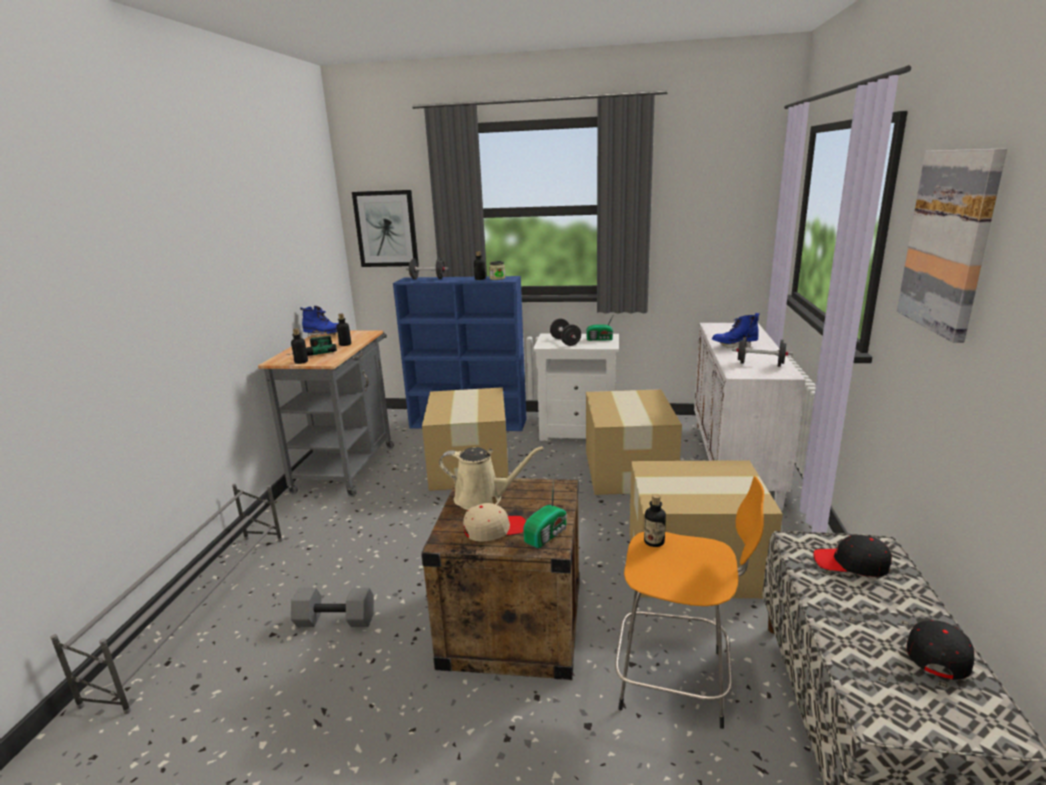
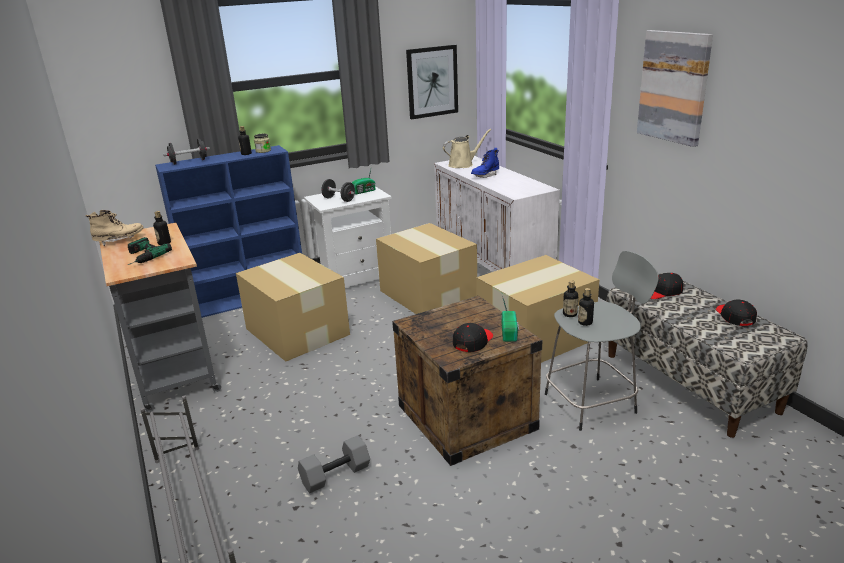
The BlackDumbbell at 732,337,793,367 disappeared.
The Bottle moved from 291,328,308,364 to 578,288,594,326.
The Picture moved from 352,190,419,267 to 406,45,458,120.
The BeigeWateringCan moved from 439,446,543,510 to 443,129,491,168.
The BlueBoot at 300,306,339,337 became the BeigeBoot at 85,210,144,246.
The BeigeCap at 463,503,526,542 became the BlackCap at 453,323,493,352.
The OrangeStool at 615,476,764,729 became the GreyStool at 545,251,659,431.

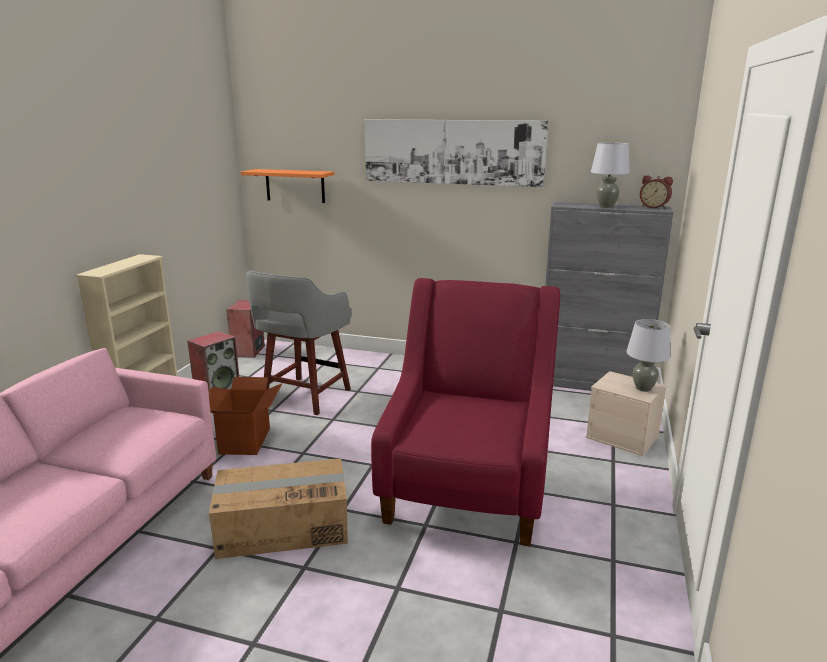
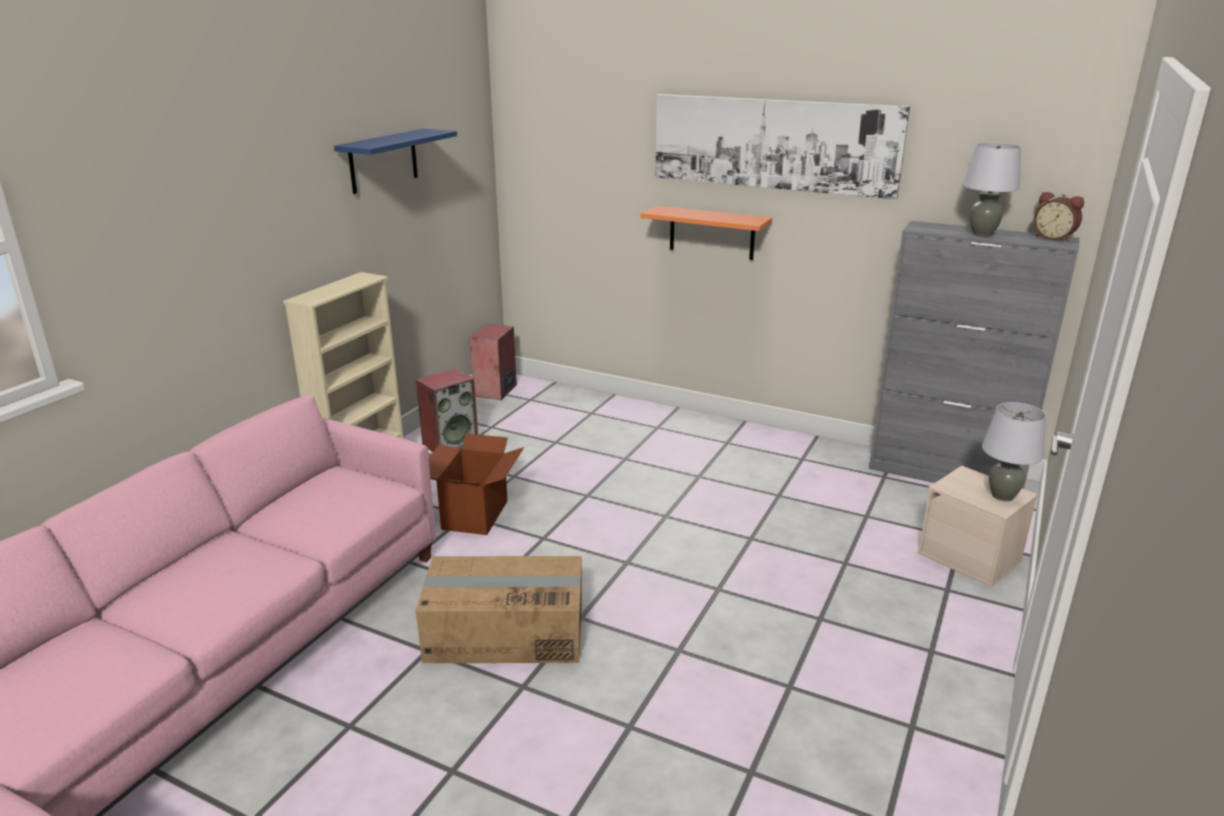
The GreyStool at 246,270,352,415 disappeared.
The RedArmchair at 371,278,560,546 disappeared.
The BlueShelf at 334,129,457,194 appeared.
The OrangeShelf moved from 241,169,335,203 to 640,206,772,260.

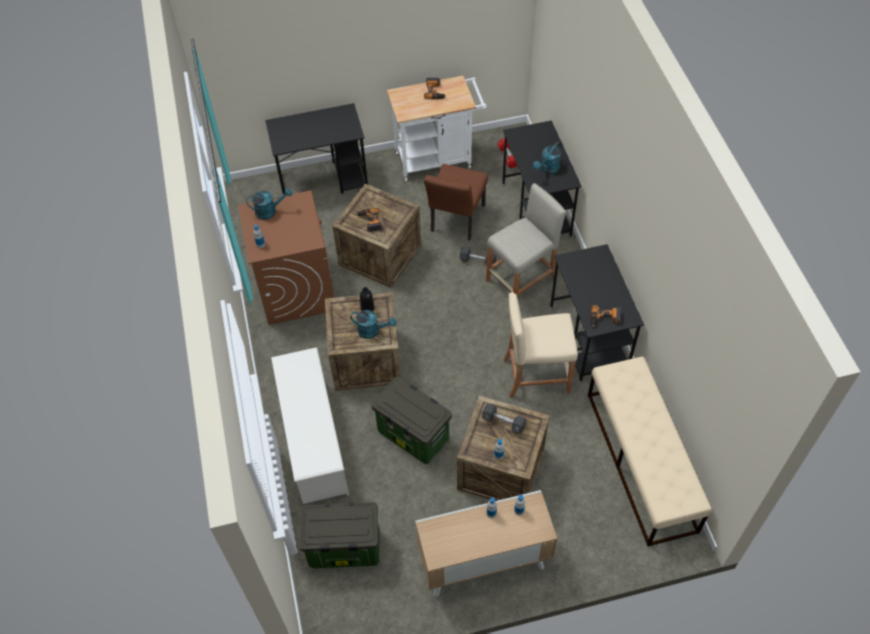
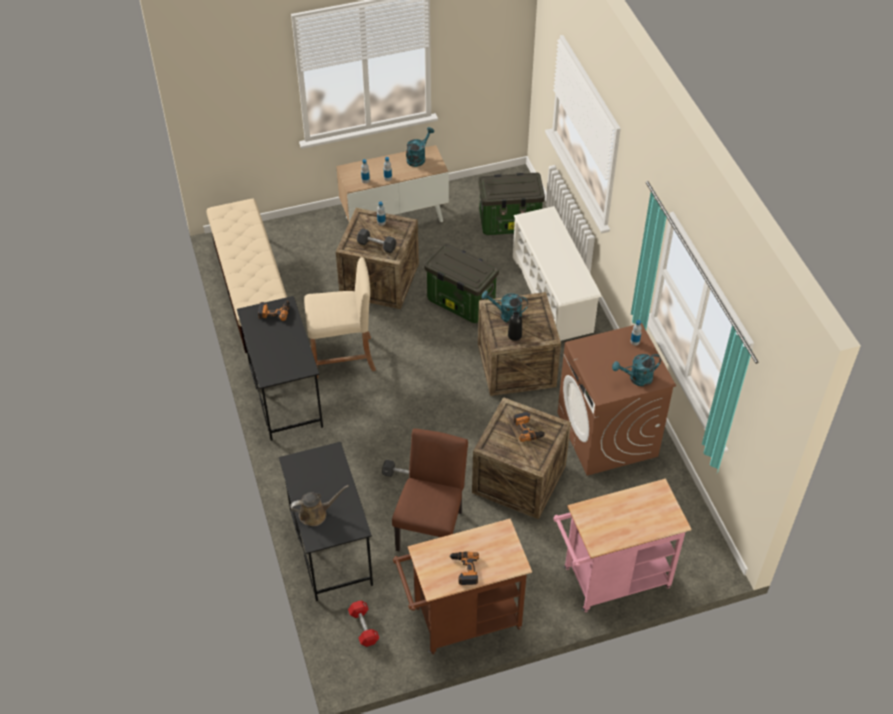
The BeigeStool at 486,183,566,299 disappeared.
The BrownWateringCan at 290,485,349,526 appeared.
The TurquoiseWateringCan moved from 533,142,561,174 to 406,127,434,167.
The BlackDesk at 265,103,368,194 was replaced by the PinkCart at 553,479,691,612.
The WhiteCart at 387,76,487,182 became the BrownCart at 393,519,532,654.

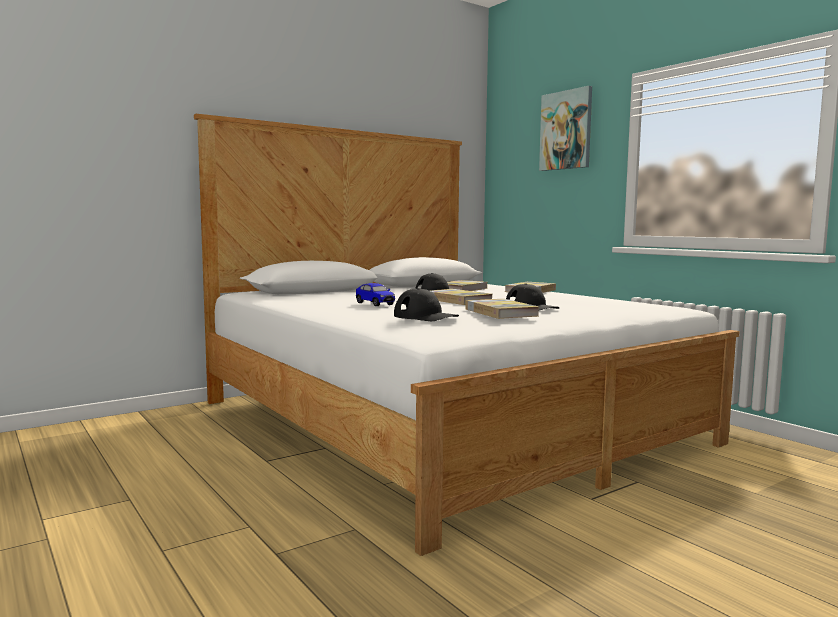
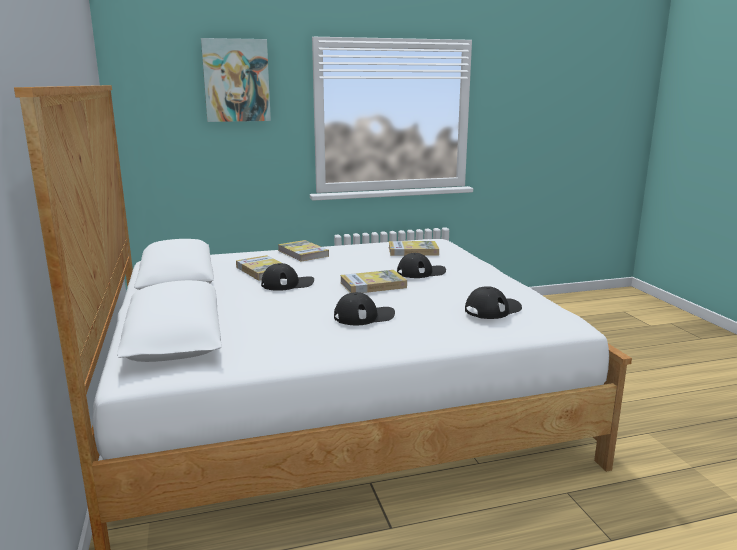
The Book moved from 465,299,539,319 to 388,241,439,256.
The ToyCar at 356,283,395,306 was replaced by the BlackCap at 334,292,395,325.

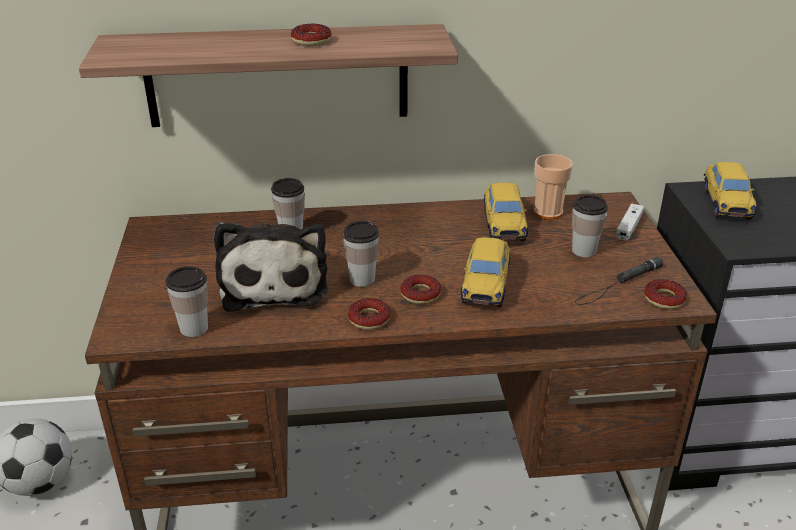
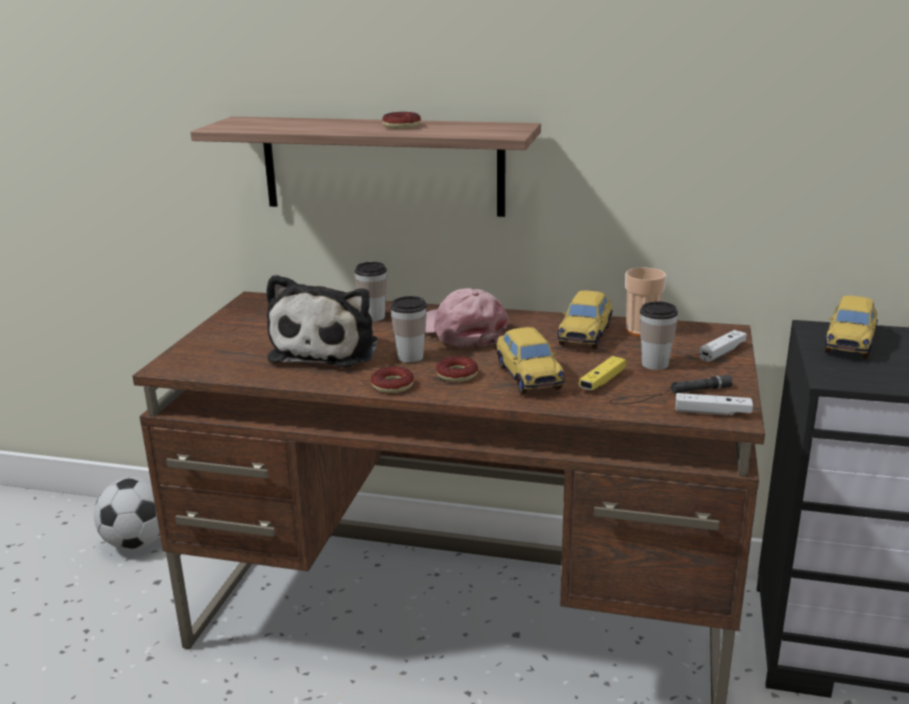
The Cup at 165,266,208,337 disappeared.
The PinkCap at 425,288,509,348 appeared.
The YellowGameController at 579,356,626,390 appeared.
The Donut at 644,279,687,309 was replaced by the WhiteGameController at 675,393,753,416.
The ToyCar at 461,237,511,308 turned 45 degrees counterclockwise.

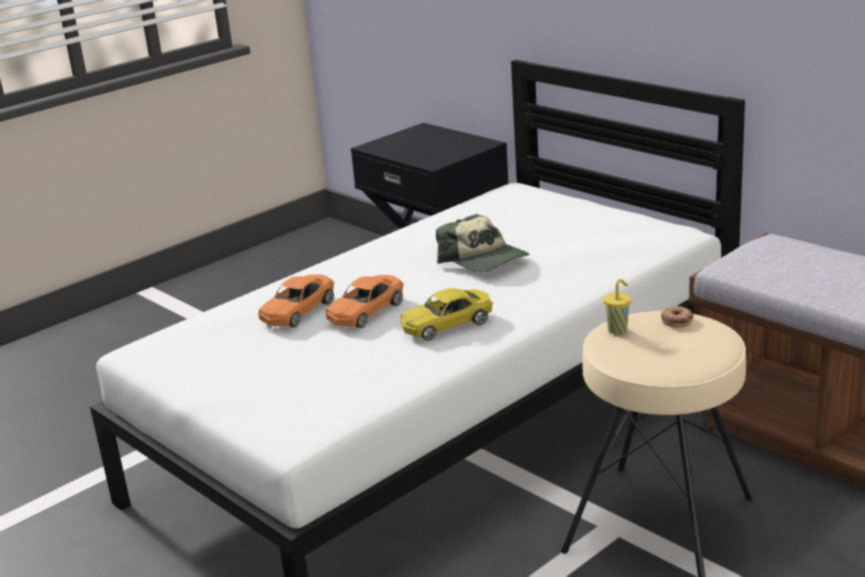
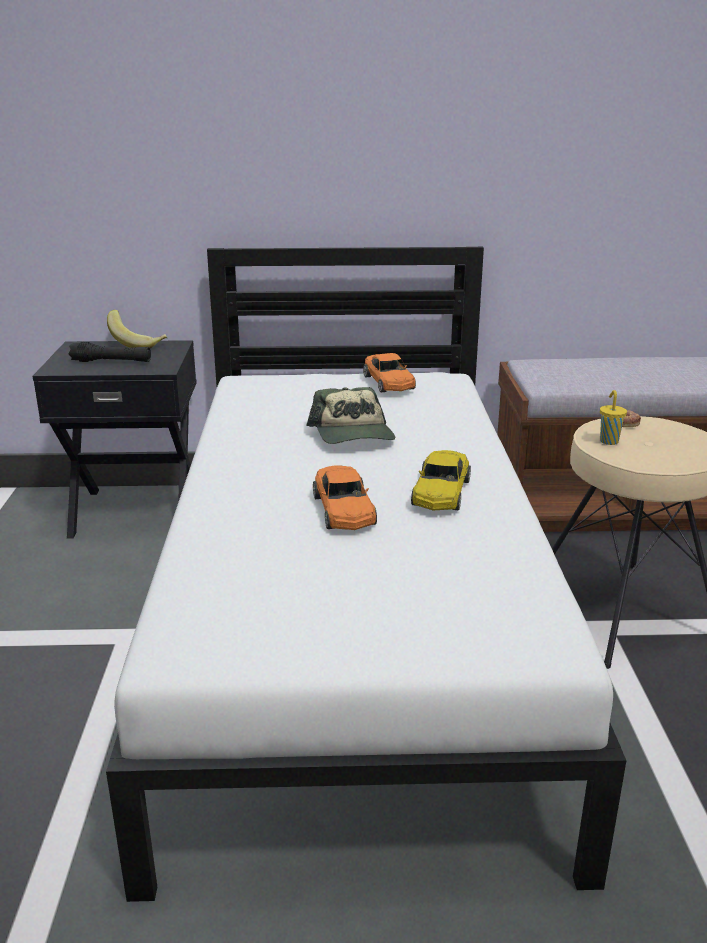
The BlackFlashlight at 68,342,151,362 appeared.
The Banana at 107,310,168,348 appeared.
The OrangeToyCar moved from 258,274,334,327 to 363,353,416,392.
The Cap at 436,214,529,272 turned 75 degrees clockwise.

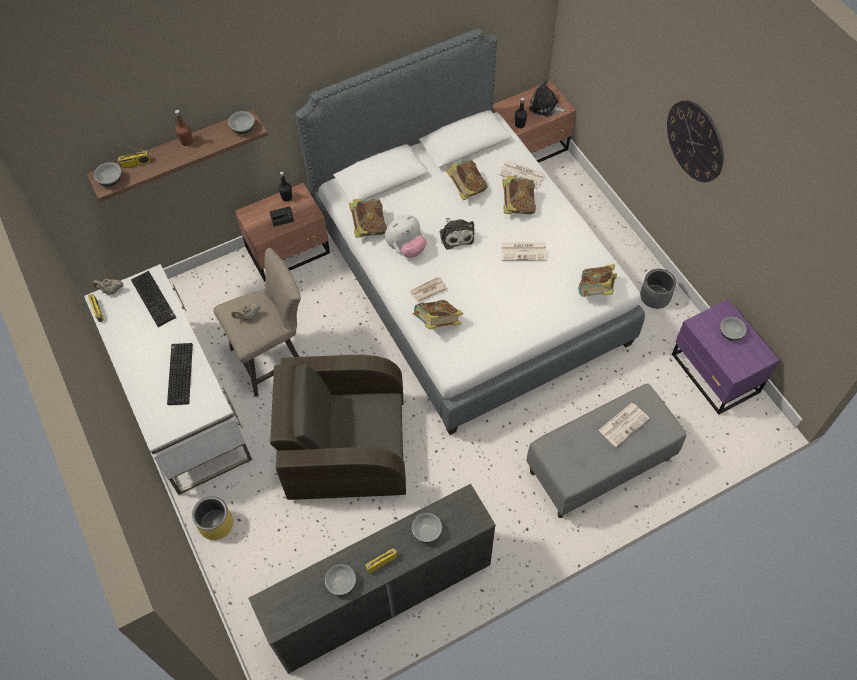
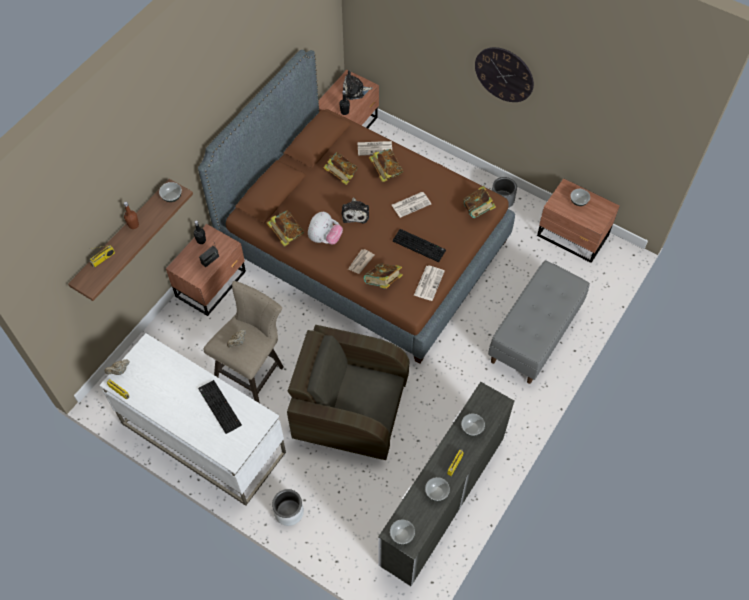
The Bowl moved from 94,162,121,186 to 390,519,415,544.
The Keyboard moved from 131,271,176,327 to 393,229,446,262.
The Newspaper moved from 598,403,650,447 to 414,266,445,301.
The YellowPlanter at 192,496,233,540 became the GreyPlanter at 272,489,304,526.
The WhiteBed at 295,29,645,435 became the BrownBed at 198,50,515,364.
The PurpleNightstand at 672,299,780,415 became the BrownNightstand at 537,178,620,263.
The BrownArmchair at 270,355,406,500 turned 45 degrees clockwise.
The PlushToy at 440,218,474,250 turned 45 degrees clockwise.

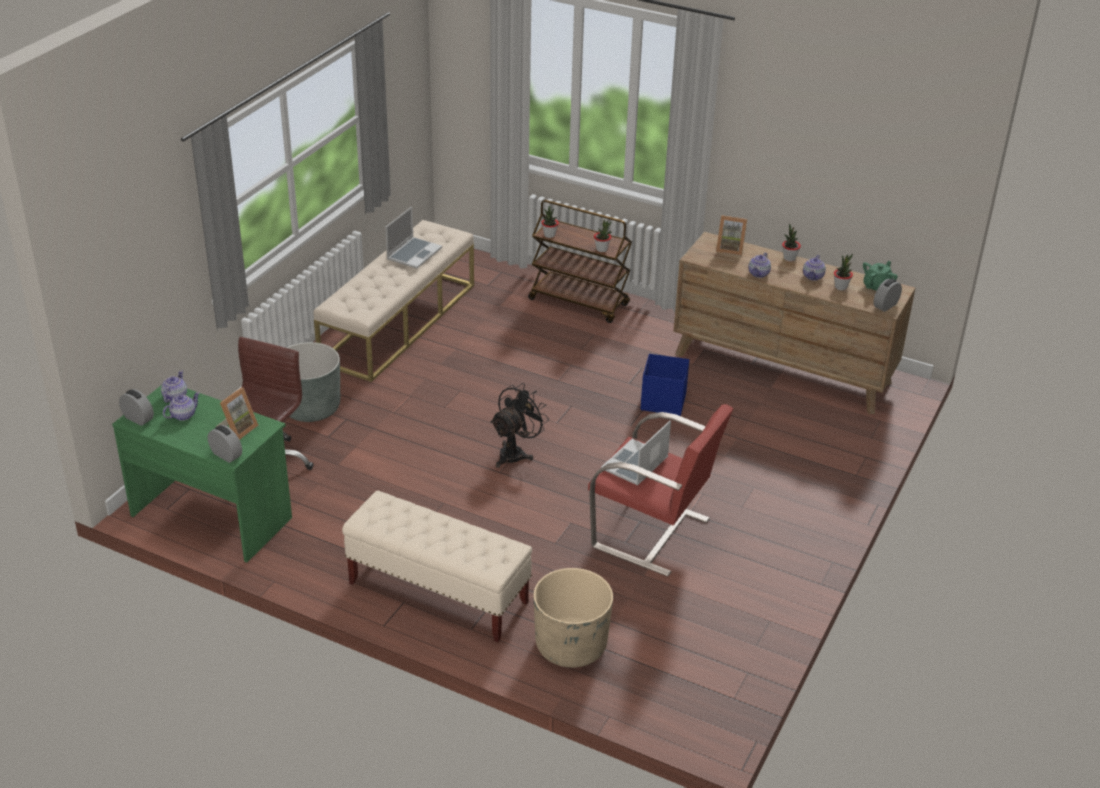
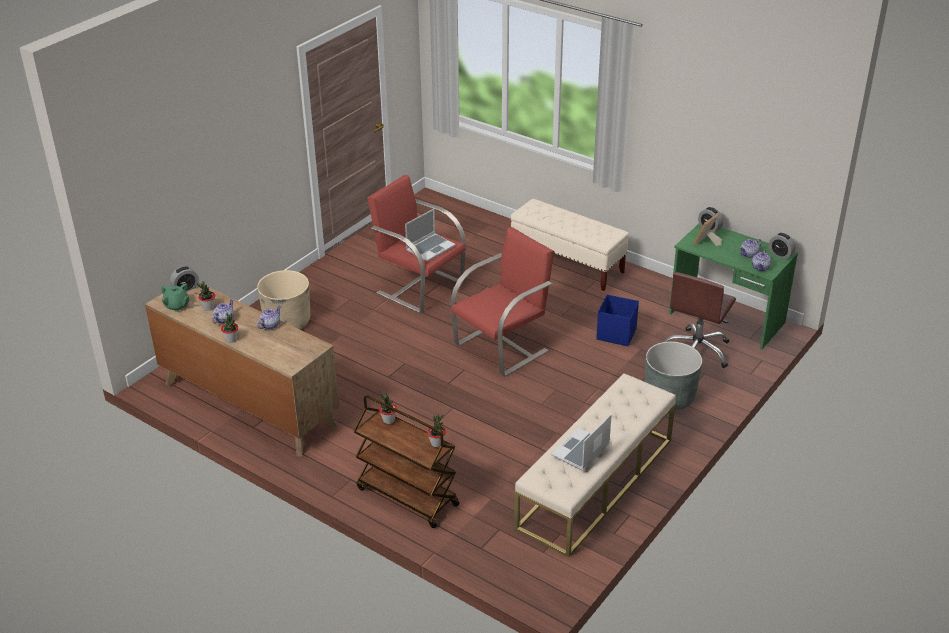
The PictureFrame at 716,215,747,256 disappeared.
The BeigePlanter moved from 533,568,613,668 to 257,270,310,330.
The BlueStorageBox moved from 640,354,689,416 to 596,294,639,346.
The BlackFan at 490,383,549,468 was replaced by the RedArmchair at 451,227,554,377.
The GreenTeapot at 863,261,898,291 turned 105 degrees counterclockwise.

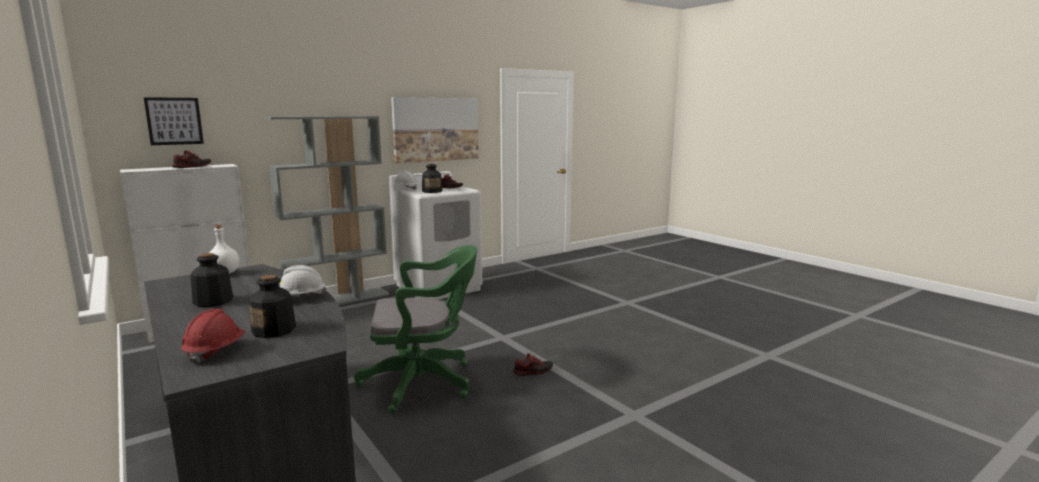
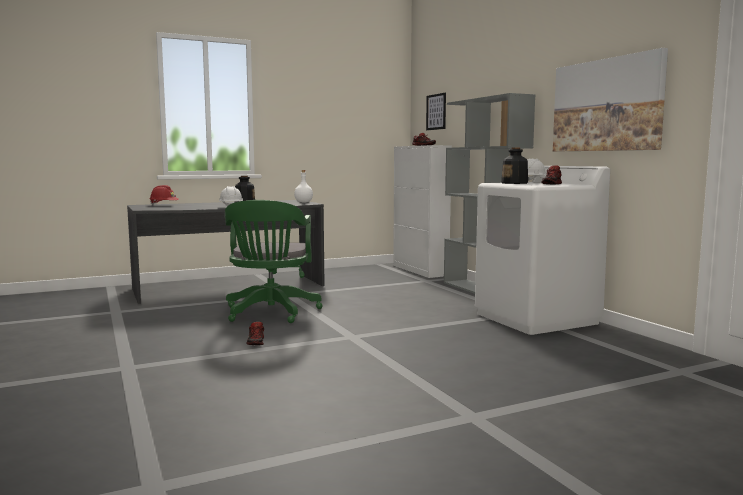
The Bottle at 249,275,296,338 disappeared.

